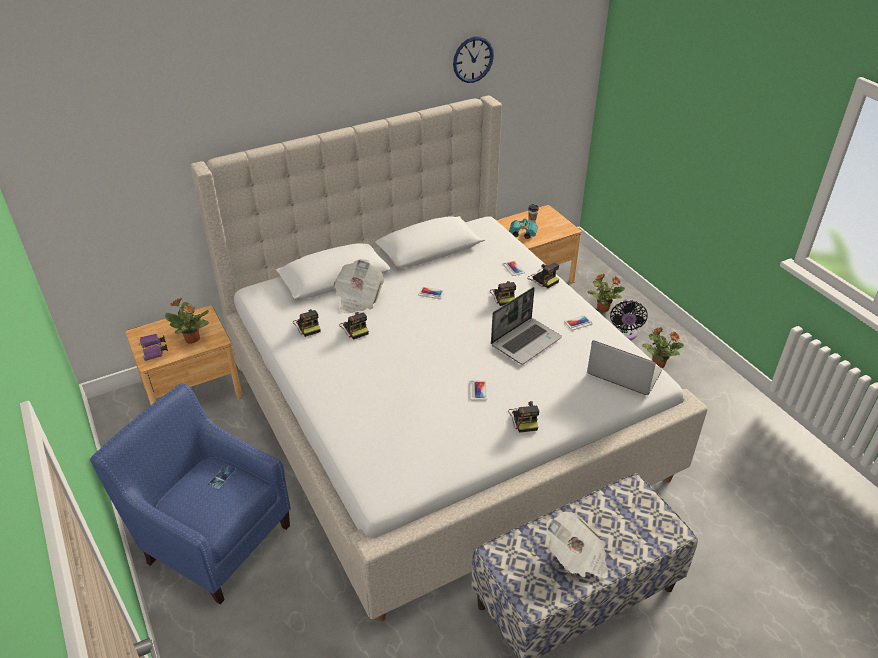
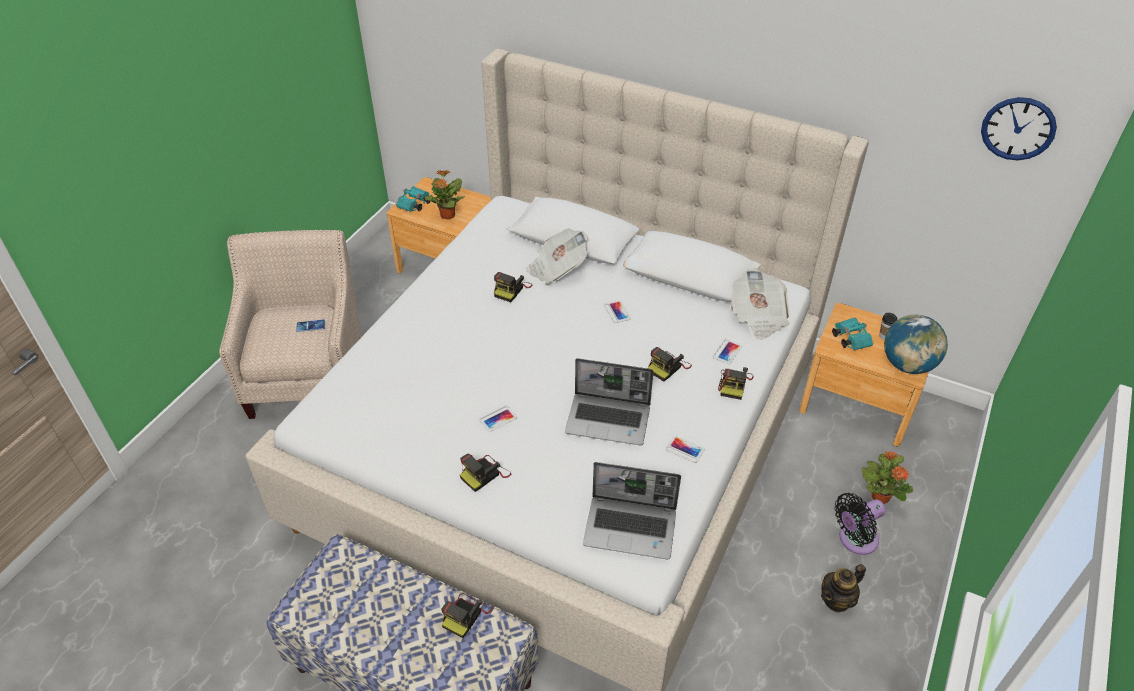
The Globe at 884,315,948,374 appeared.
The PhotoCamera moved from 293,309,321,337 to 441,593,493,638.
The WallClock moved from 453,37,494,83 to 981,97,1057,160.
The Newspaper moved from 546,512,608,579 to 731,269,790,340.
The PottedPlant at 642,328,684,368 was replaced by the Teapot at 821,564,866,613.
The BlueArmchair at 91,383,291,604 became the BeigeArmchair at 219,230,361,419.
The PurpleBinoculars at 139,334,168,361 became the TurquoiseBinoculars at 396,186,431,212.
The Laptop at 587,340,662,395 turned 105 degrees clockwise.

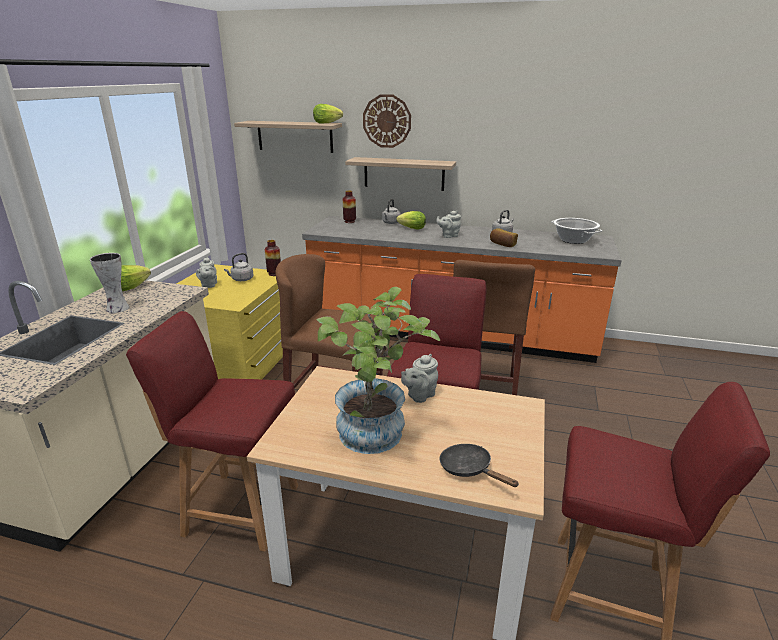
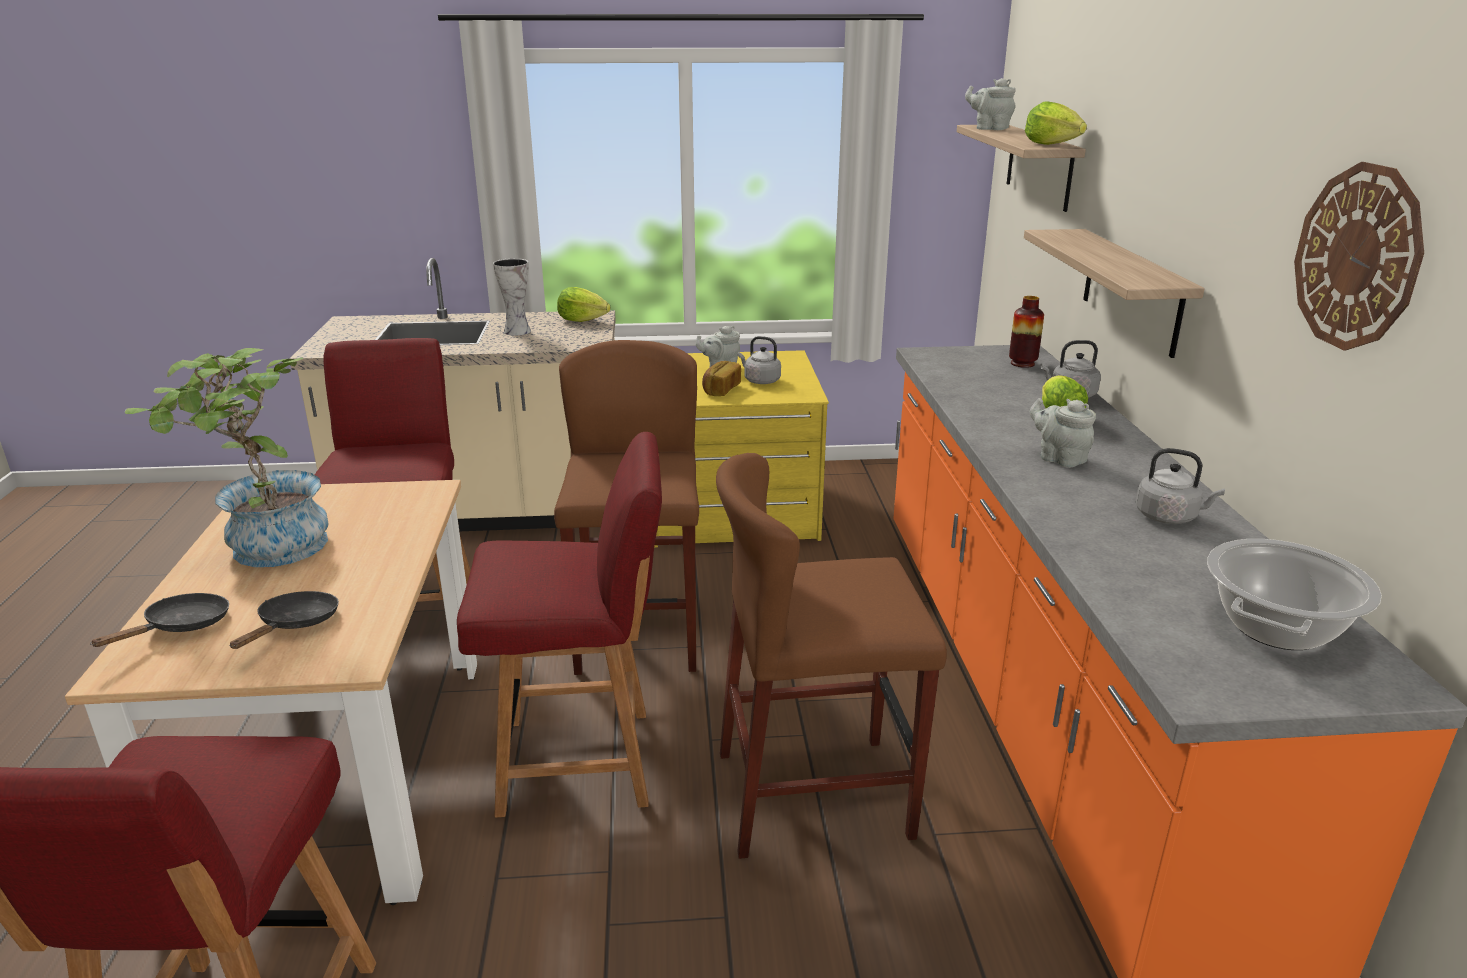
The Vase at 265,240,281,276 disappeared.
The BlackFryingPan at 230,591,339,649 appeared.
The WallClock moved from 363,94,411,148 to 1294,162,1424,350.
The GreyTeapot moved from 401,354,438,403 to 965,78,1016,130.
The Bread moved from 490,228,518,247 to 702,361,741,396.

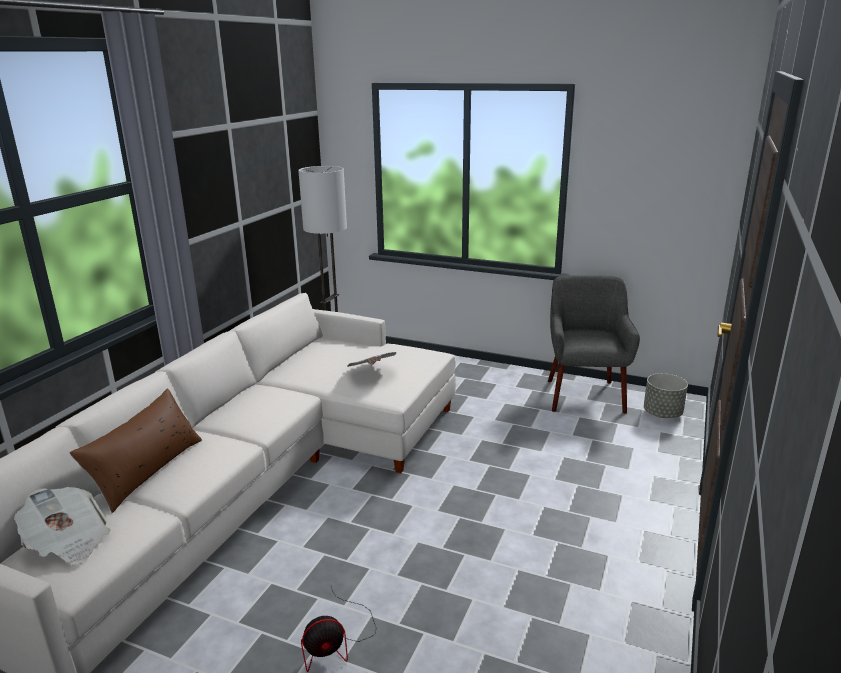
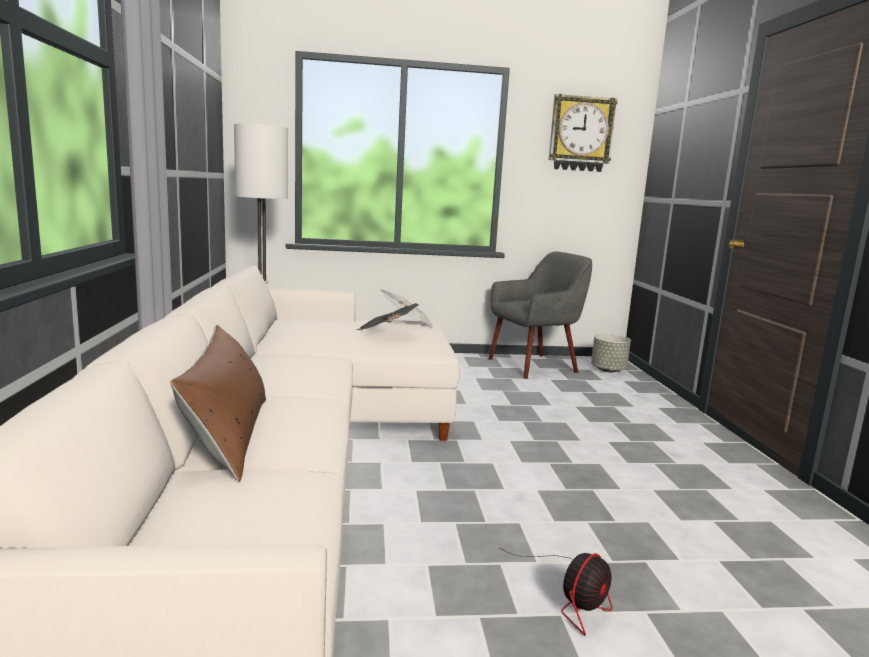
The WallClock at 549,94,618,172 appeared.
The Newspaper moved from 14,487,111,565 to 380,289,434,326.
The GreyArmchair at 548,275,640,413 turned 90 degrees clockwise.

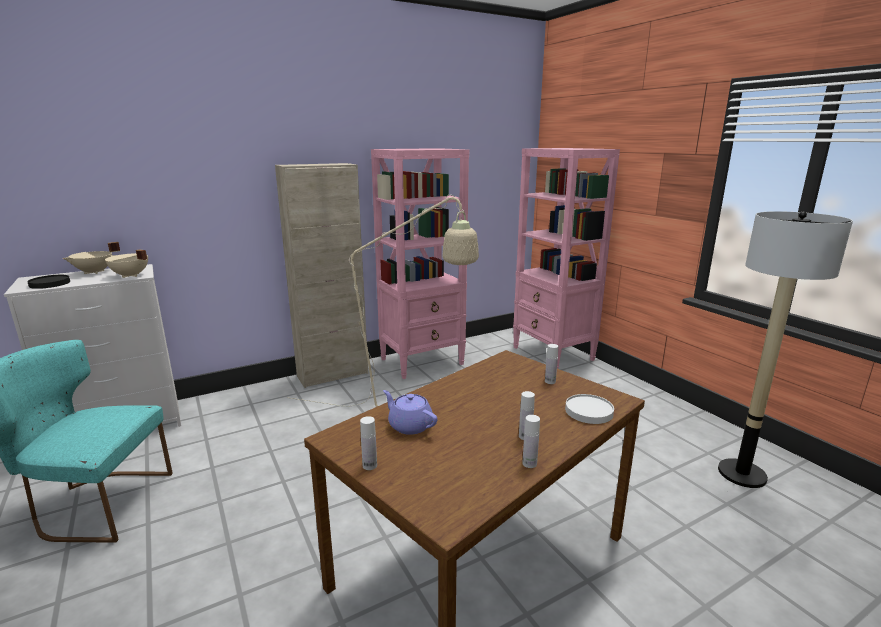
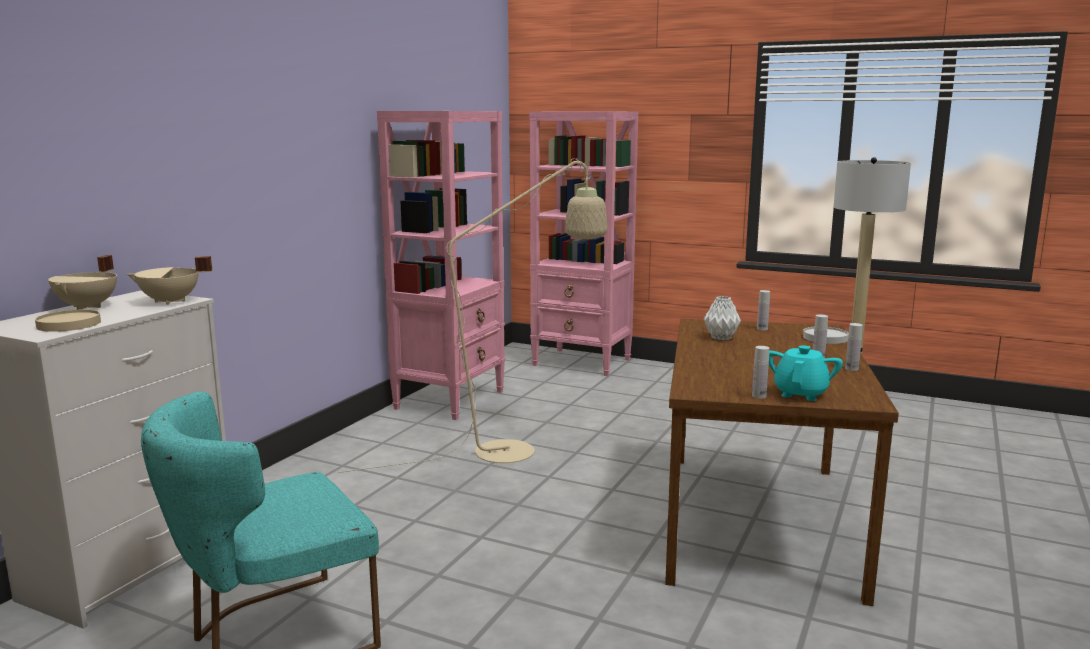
The BeigeCabinet at 275,163,368,388 disappeared.
The PurpleTeapot at 383,390,437,435 disappeared.
The WhiteVase at 704,296,741,340 appeared.
The TurquoiseTeapot at 769,345,843,401 appeared.
The BlackPlate at 27,275,70,289 became the BeigePlate at 35,309,101,332.

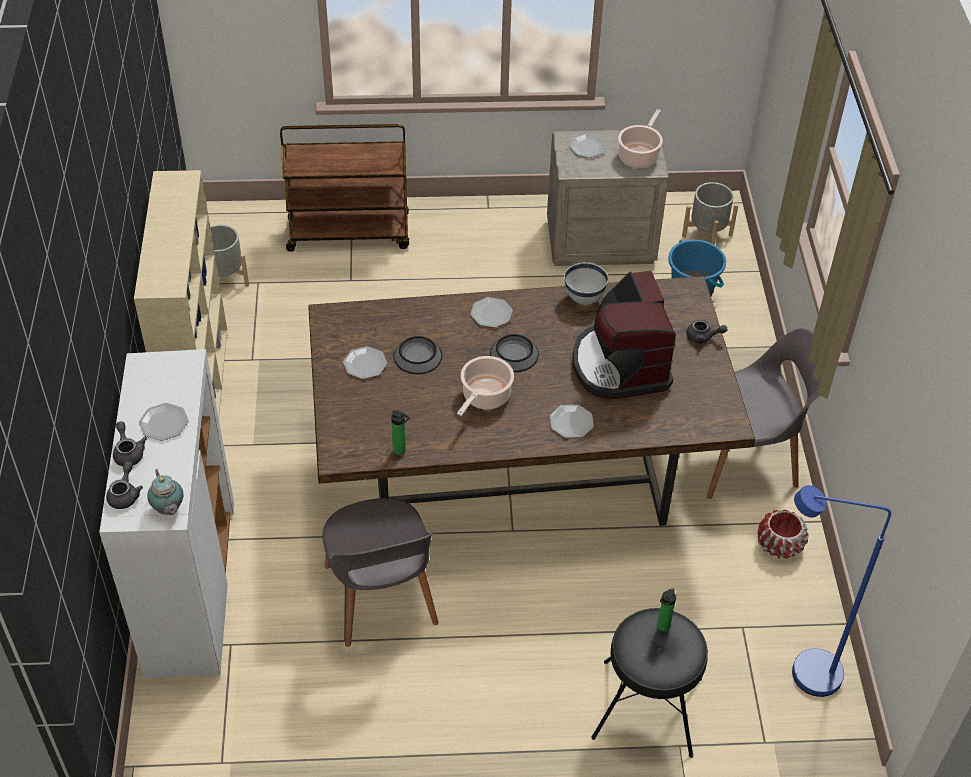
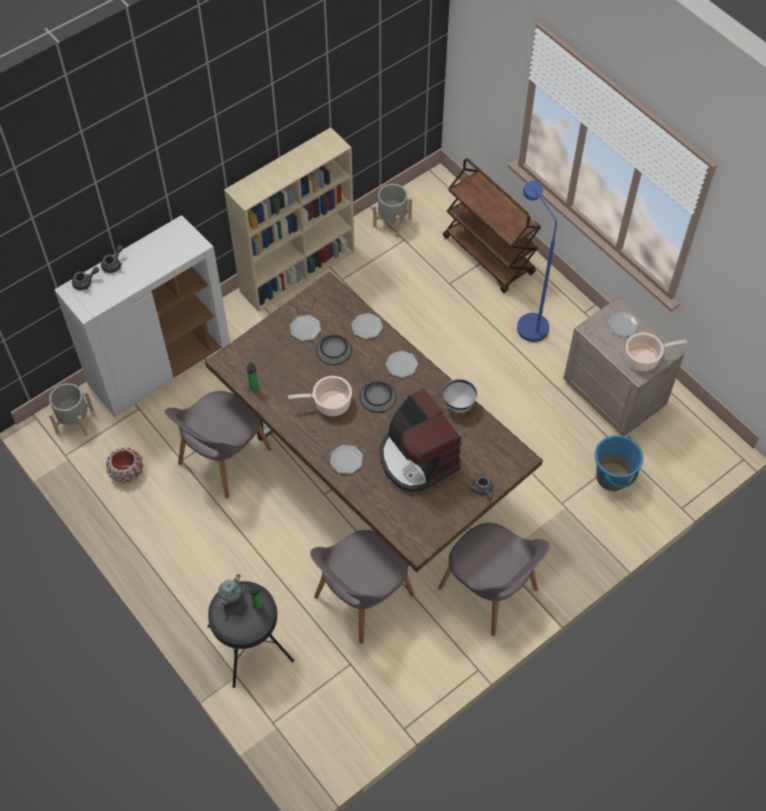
The GreyChair at 310,530,414,644 appeared.
The Plate moved from 139,403,189,441 to 351,313,383,339.
The Teapot moved from 147,469,183,515 to 217,574,242,606.
The GreyPlanter moved from 682,182,738,245 to 49,383,94,436.
The RedPlanter moved from 757,510,808,559 to 106,448,144,484.
The BlueFloorLamp moved from 792,485,891,697 to 517,180,557,342.
The CoffeeMachine at 573,271,676,399 turned 75 degrees counterclockwise.

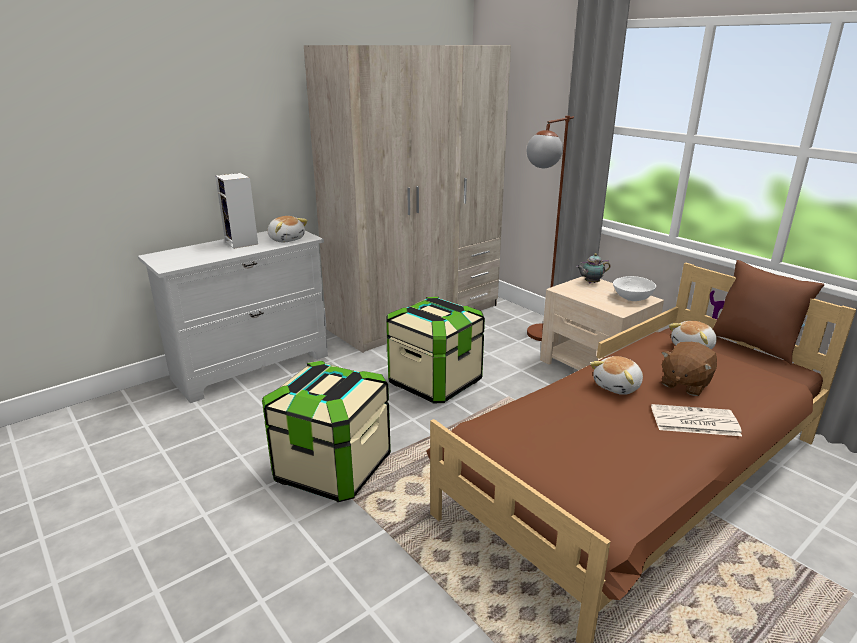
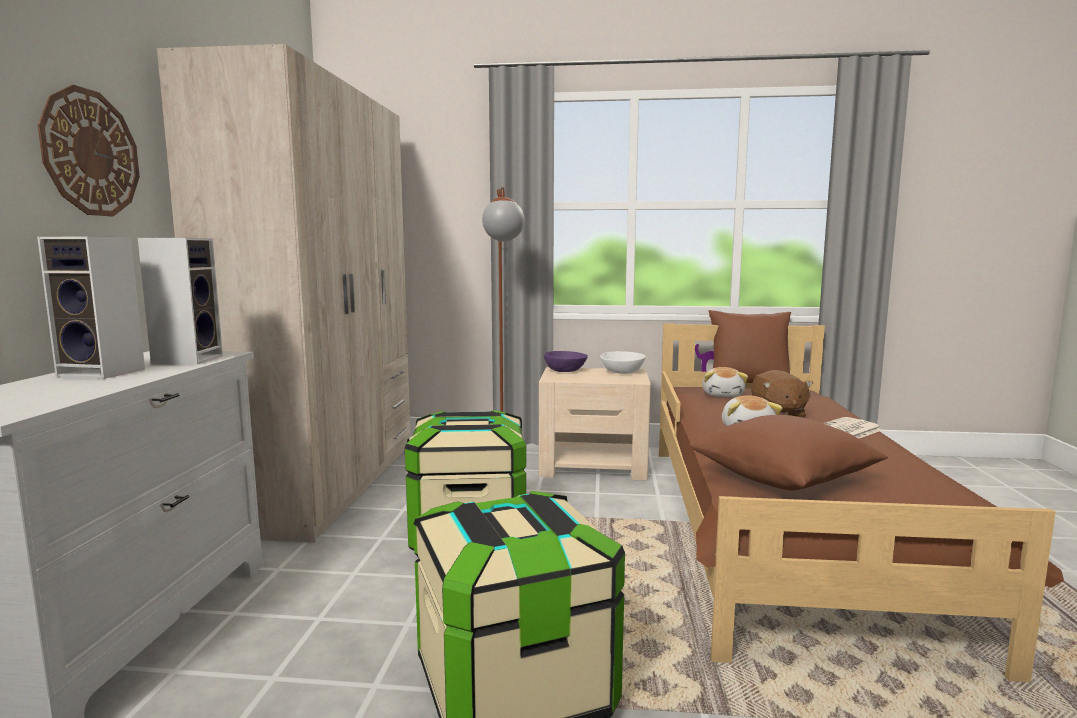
The WallClock at 38,85,140,216 appeared.
The BrownPillow at 690,415,888,490 appeared.
The PlushToy at 267,216,308,242 was replaced by the Speaker at 138,238,223,364.
The Teapot at 576,253,610,283 was replaced by the PurpleBowl at 544,351,588,372.

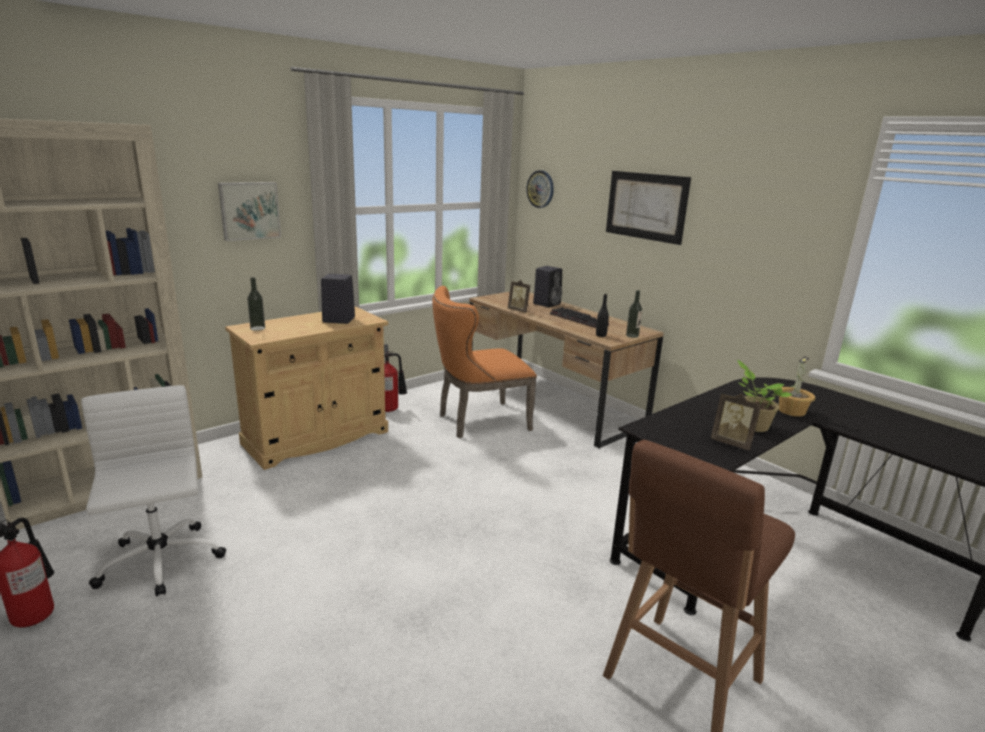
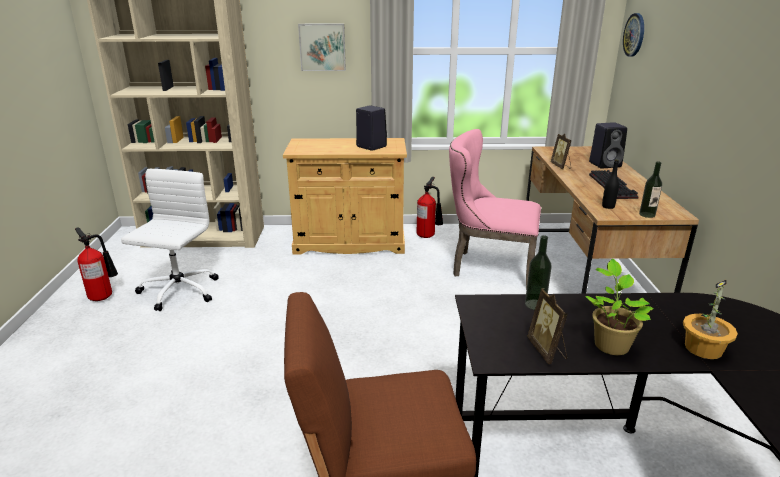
The Picture at 606,171,691,245 disappeared.
The Bottle moved from 247,277,265,331 to 525,235,552,310.
The OrangeChair at 432,286,537,438 became the PinkChair at 449,129,541,290.

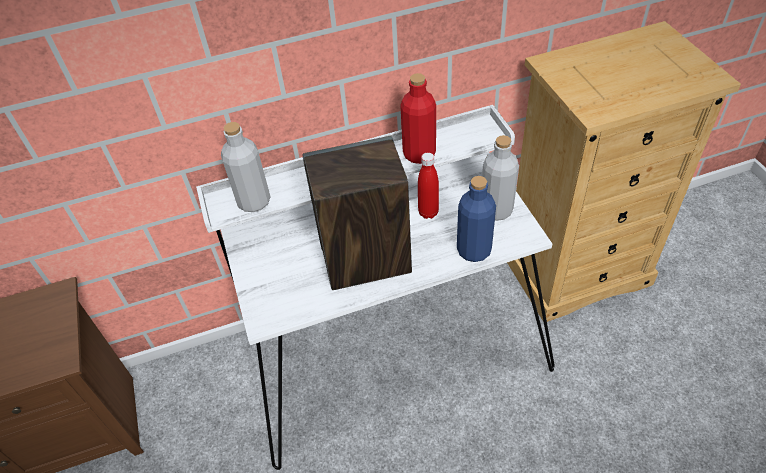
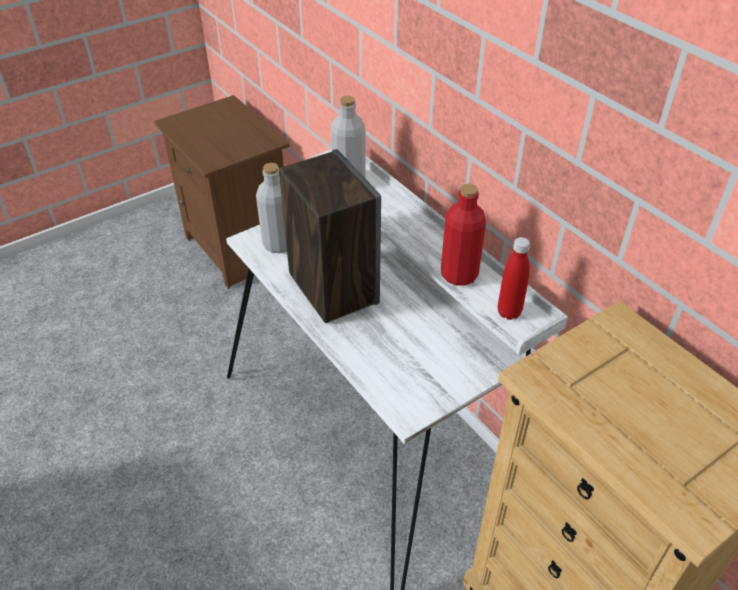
The BlueBottle at 457,176,496,262 disappeared.
The RedBottle moved from 418,152,439,219 to 498,237,530,320.
The GreyBottle moved from 482,135,519,221 to 256,163,287,253.

